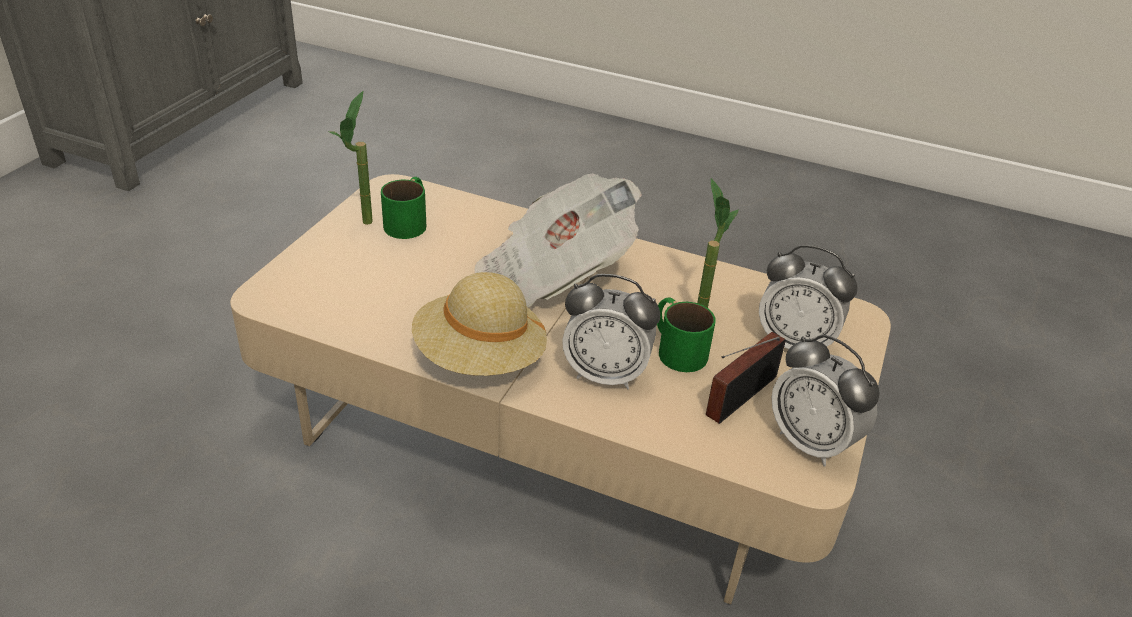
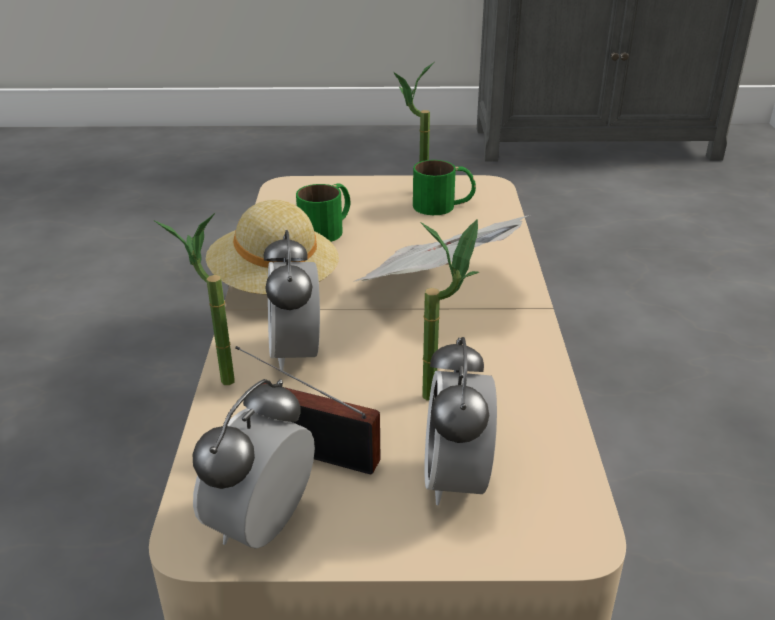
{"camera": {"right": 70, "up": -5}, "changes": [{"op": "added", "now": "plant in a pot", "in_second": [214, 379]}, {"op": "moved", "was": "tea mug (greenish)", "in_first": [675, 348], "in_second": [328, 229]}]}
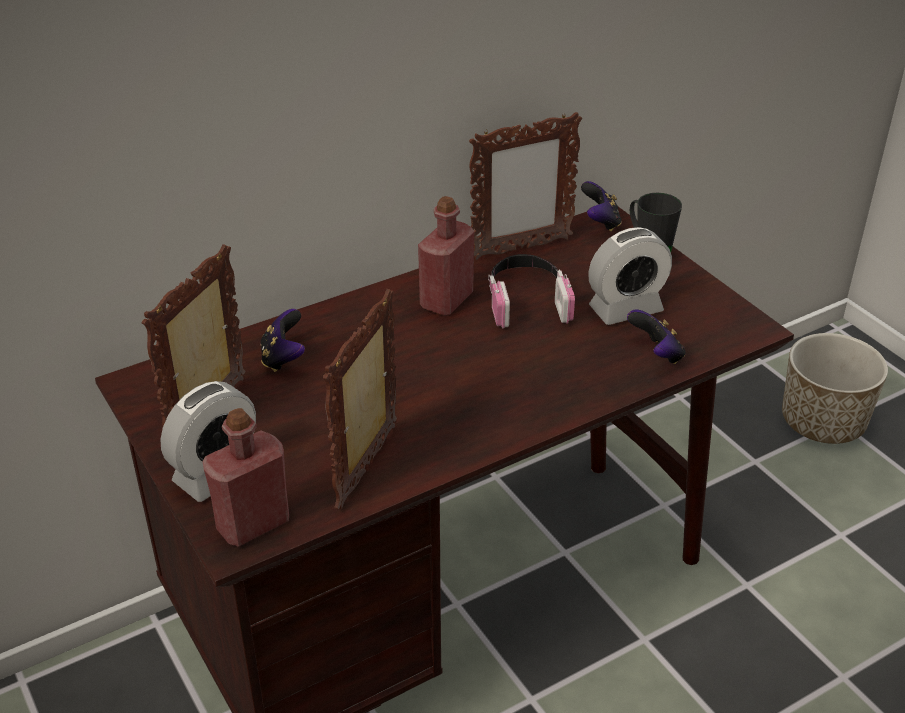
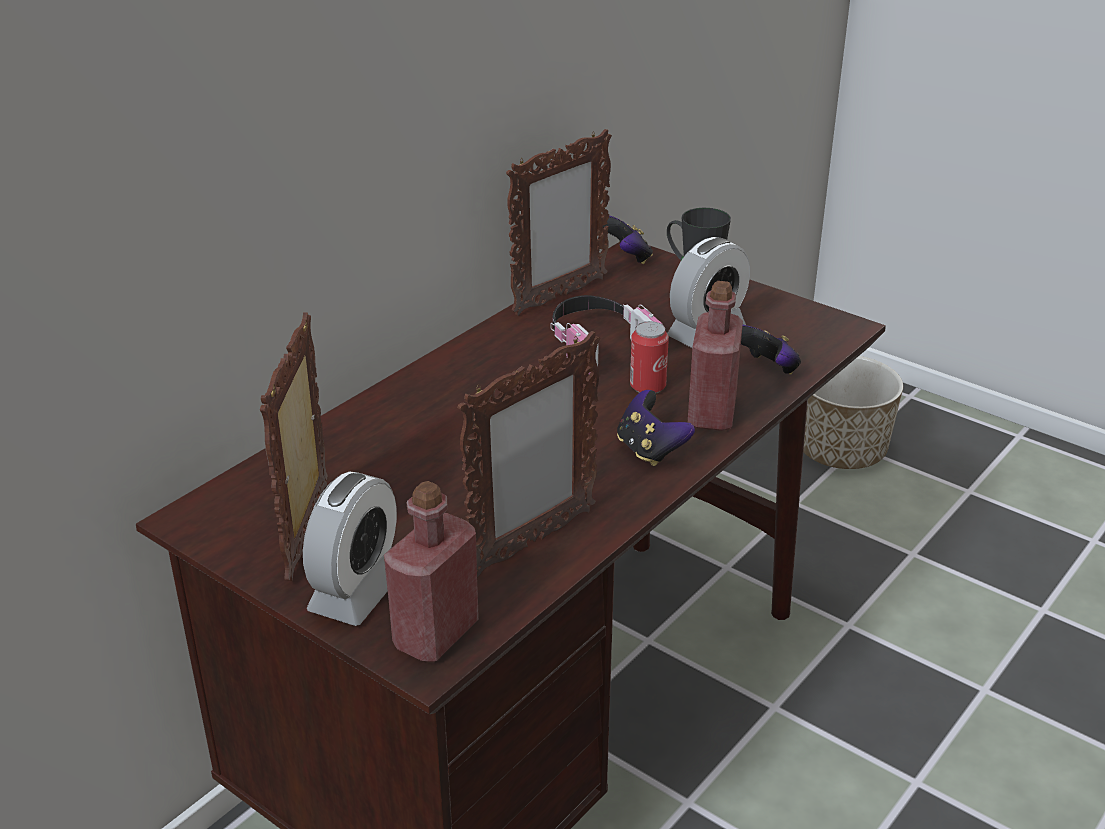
{"camera": {"right": -20, "up": -5}, "changes": [{"op": "added", "now": "can", "in_second": [647, 387]}, {"op": "moved", "was": "joypad", "in_first": [283, 358], "in_second": [650, 450]}, {"op": "moved", "was": "bottle (red)", "in_first": [446, 300], "in_second": [711, 413]}, {"op": "turned", "was": "photo frame", "in_first": [369, 466], "in_second": [532, 543], "clockwise": -135}]}
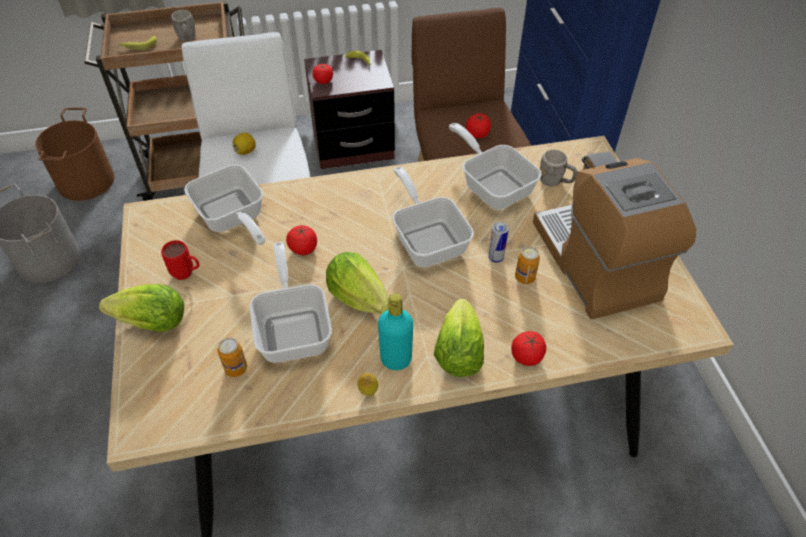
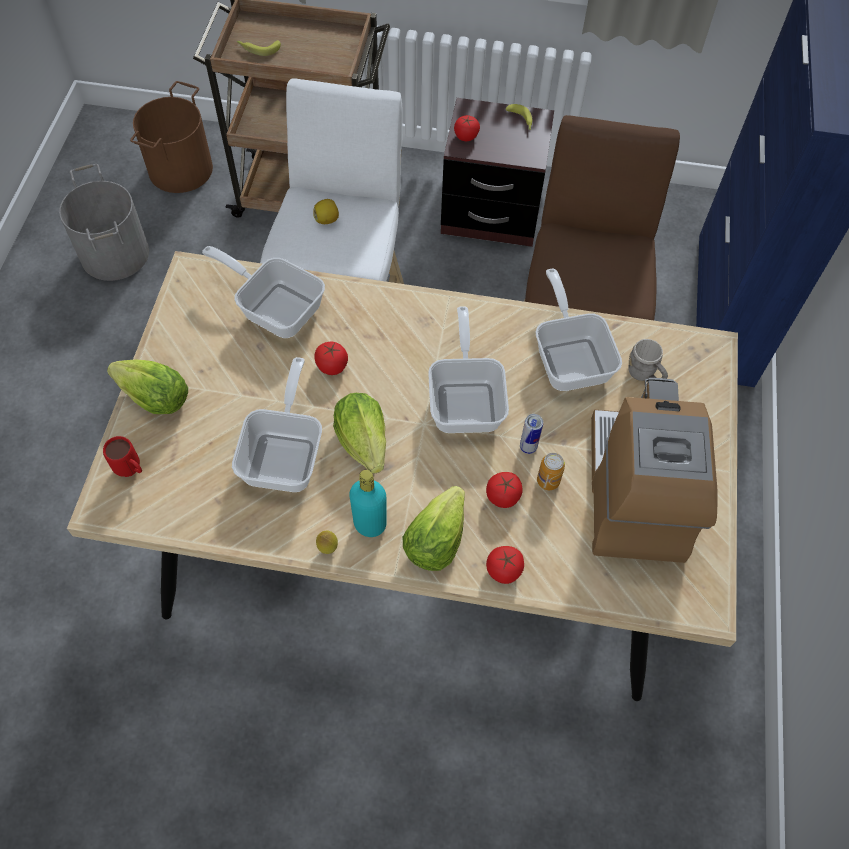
{"camera": {"right": 20, "up": 10}, "changes": [{"op": "removed", "was": "tea mug (grey)", "in_first": [187, 39]}, {"op": "removed", "was": "can", "in_first": [236, 368]}, {"op": "moved", "was": "tea mug (red)", "in_first": [187, 274], "in_second": [132, 471]}, {"op": "moved", "was": "whole tomato", "in_first": [477, 134], "in_second": [503, 496]}, {"op": "turned", "was": "frying pan", "in_first": [232, 219], "in_second": [275, 307], "clockwise": 135}]}
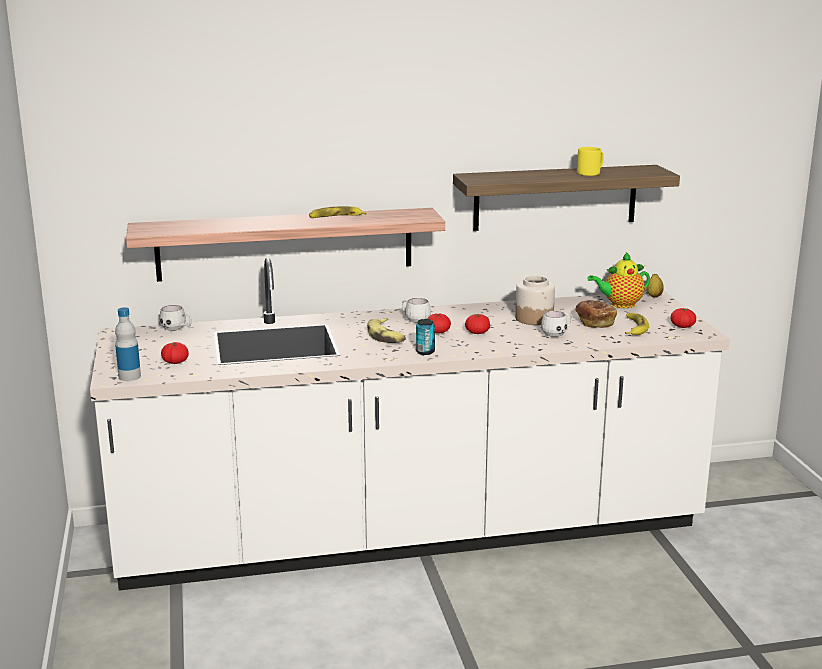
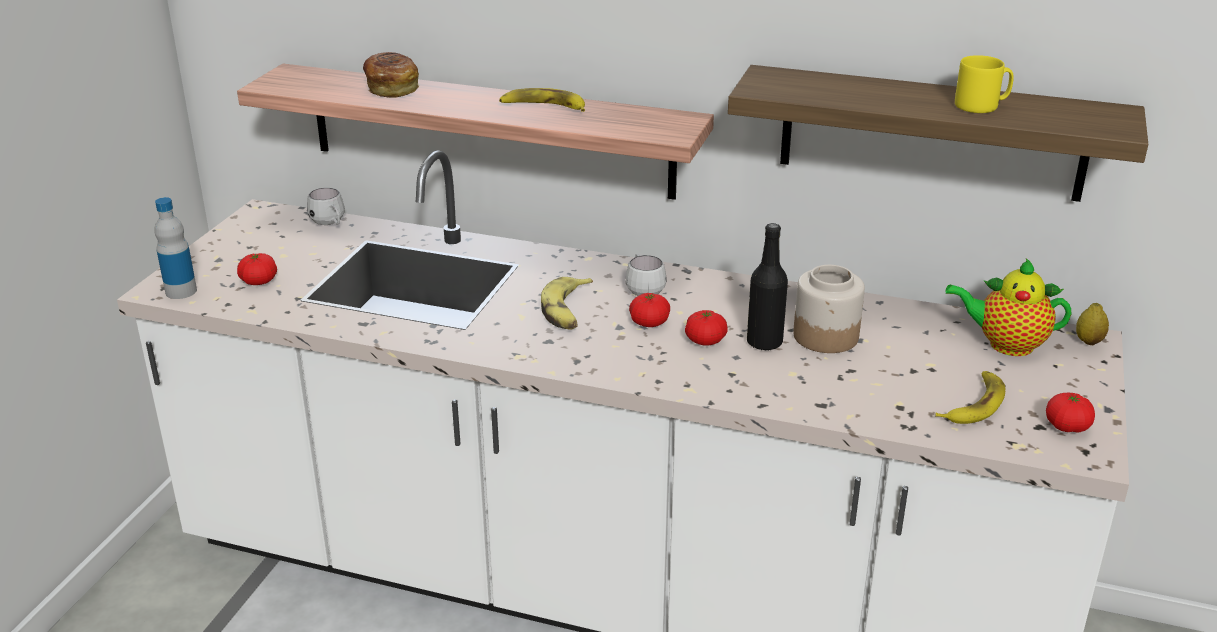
{"camera": {"right": 30, "up": 10}, "changes": [{"op": "removed", "was": "can", "in_first": [425, 352]}, {"op": "removed", "was": "tea mug (white-coloured)", "in_first": [557, 334]}, {"op": "added", "now": "bottle (black)", "in_second": [764, 342]}, {"op": "moved", "was": "bakery bread", "in_first": [594, 322], "in_second": [392, 88]}]}
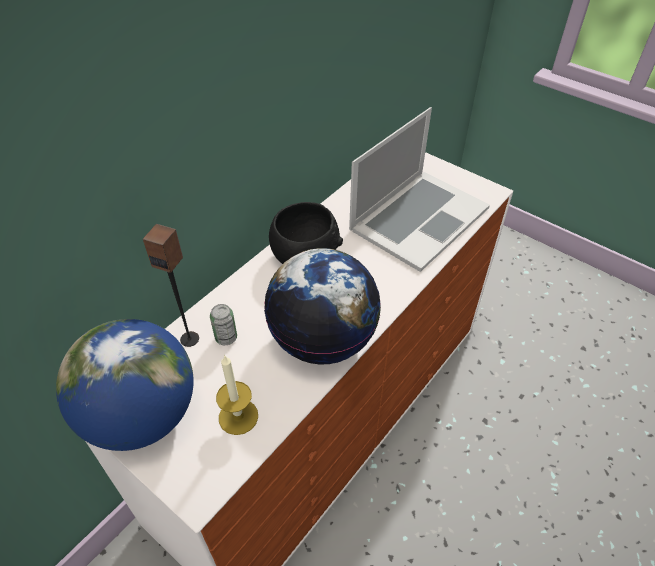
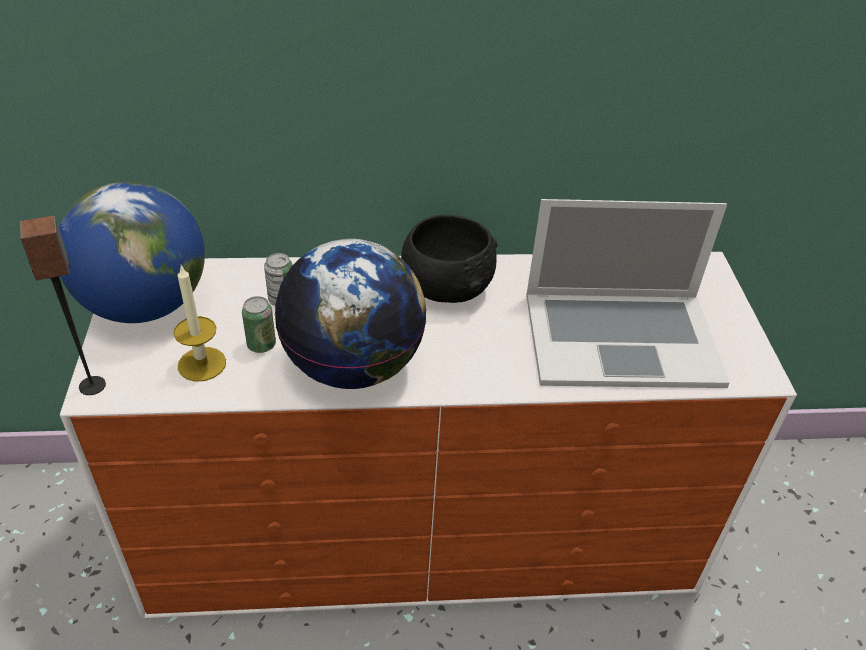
{"camera": {"right": 45, "up": -5}, "changes": [{"op": "added", "now": "can", "in_second": [261, 345]}, {"op": "moved", "was": "audio speaker", "in_first": [190, 338], "in_second": [93, 385]}]}
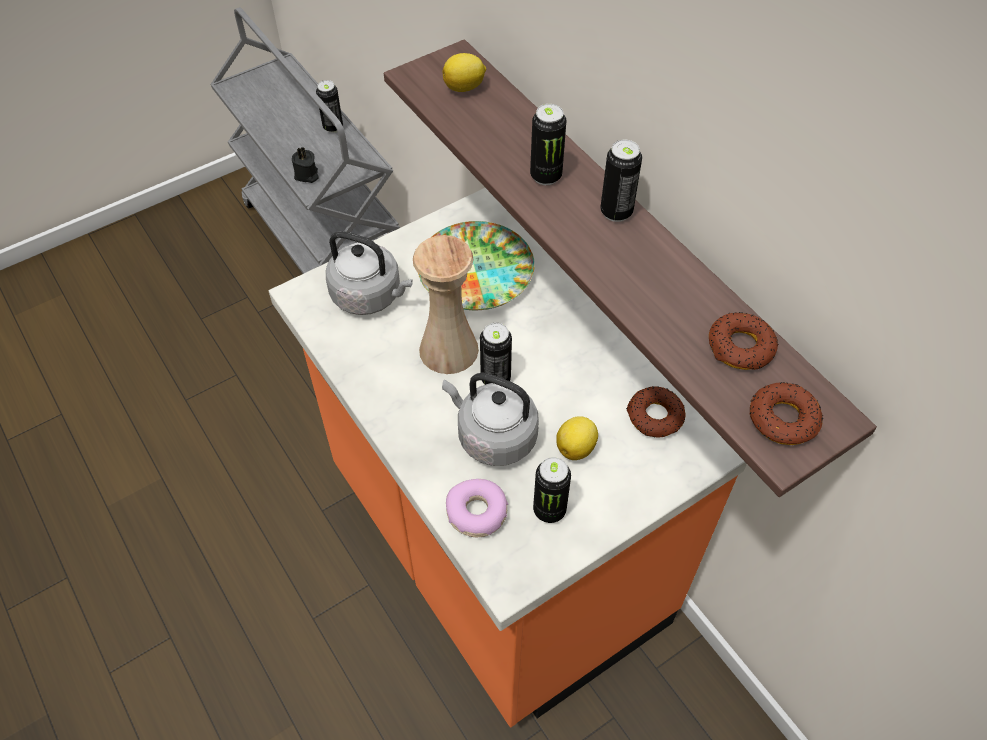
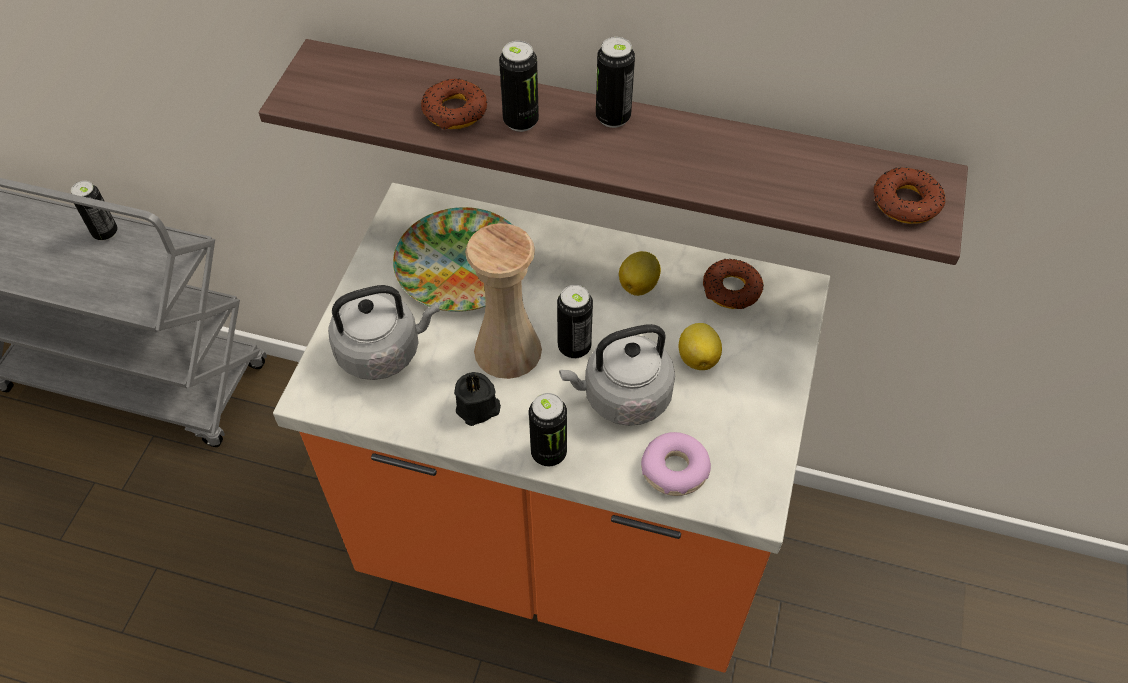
{"camera": {"right": -40, "up": 0}, "changes": [{"op": "moved", "was": "wax light (black)", "in_first": [306, 175], "in_second": [478, 409]}, {"op": "moved", "was": "whole lemon", "in_first": [465, 87], "in_second": [639, 285]}, {"op": "moved", "was": "can", "in_first": [549, 510], "in_second": [548, 453]}, {"op": "moved", "was": "donut", "in_first": [740, 347], "in_second": [455, 111]}]}
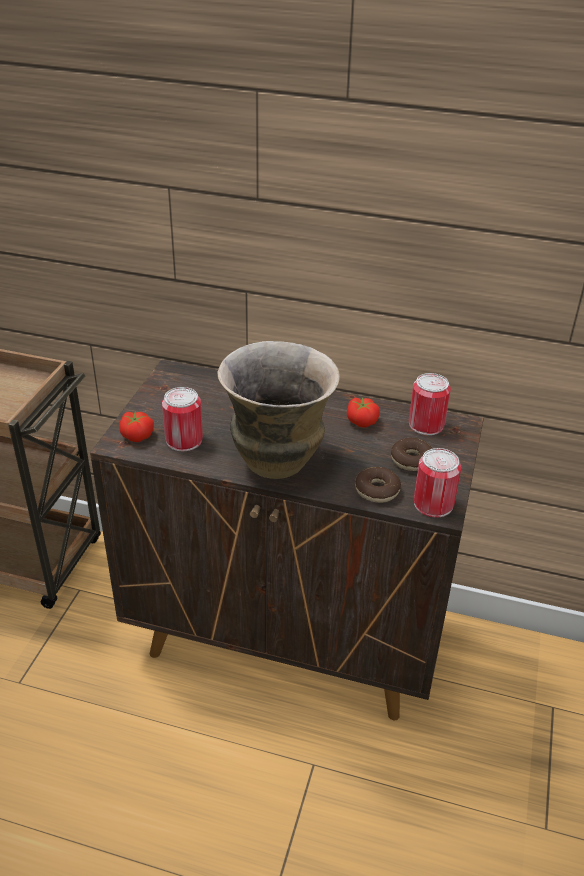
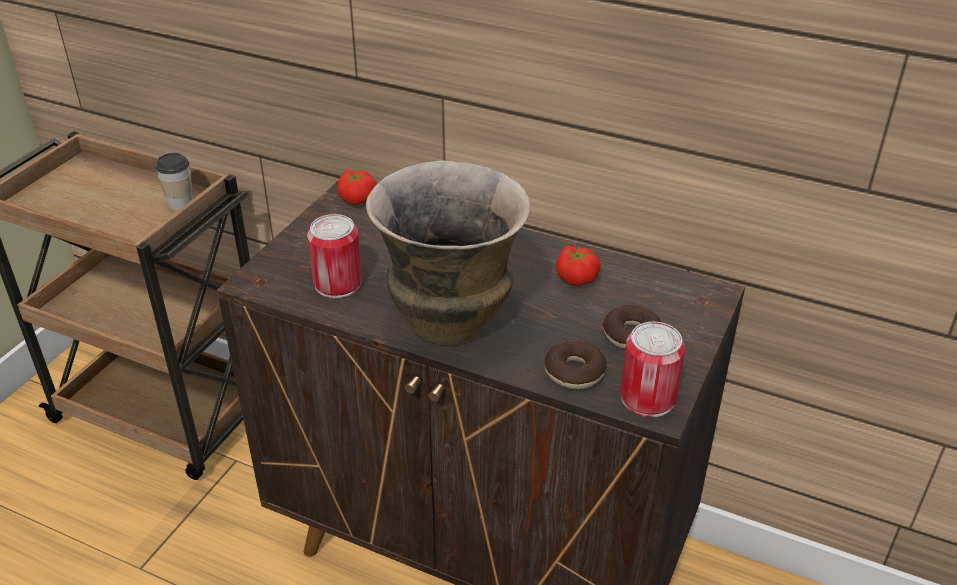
{"camera": {"right": 10, "up": 0}, "changes": [{"op": "removed", "was": "can", "in_first": [426, 424]}, {"op": "added", "now": "drinking cup", "in_second": [181, 204]}, {"op": "moved", "was": "whole tomato", "in_first": [137, 435], "in_second": [357, 198]}]}
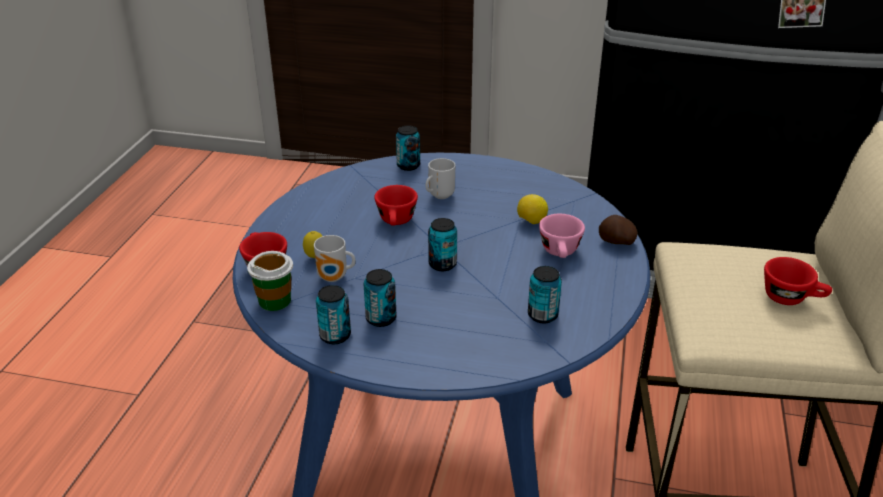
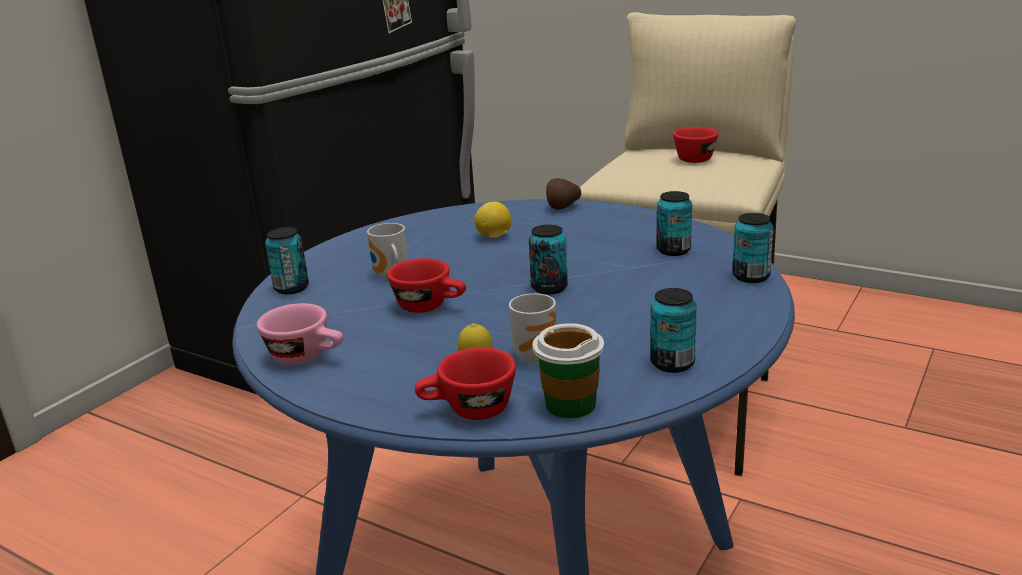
{"camera": {"right": -70, "up": -10}, "changes": [{"op": "moved", "was": "can", "in_first": [381, 318], "in_second": [751, 276]}, {"op": "moved", "was": "drinking cup (pinkish)", "in_first": [560, 253], "in_second": [308, 357]}]}
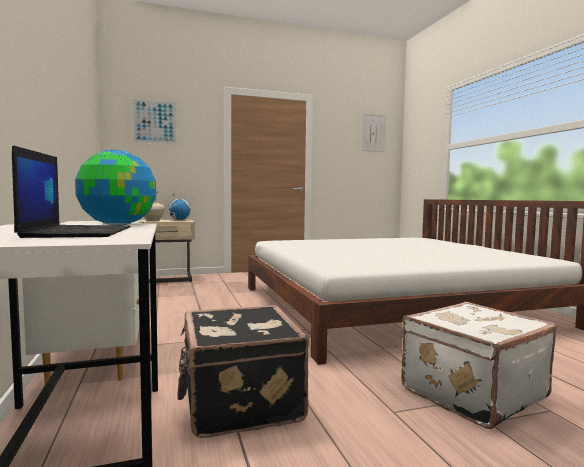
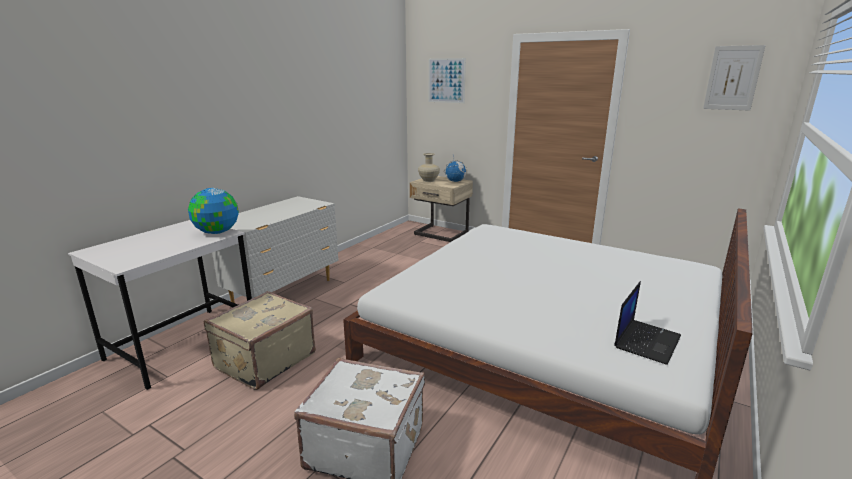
{"camera": {"right": 50, "up": 15}, "changes": [{"op": "moved", "was": "portable computer", "in_first": [79, 232], "in_second": [646, 341]}, {"op": "recoloured", "was": "suitcase (black)", "now": "suitcase (sand-coloured)", "in_first": [238, 401], "in_second": [263, 360]}]}
